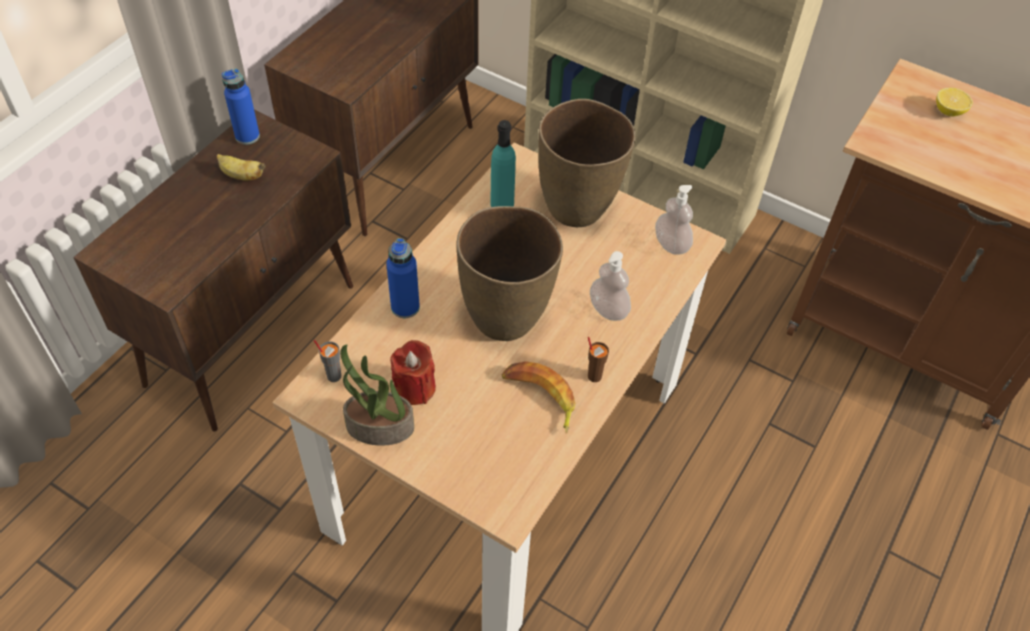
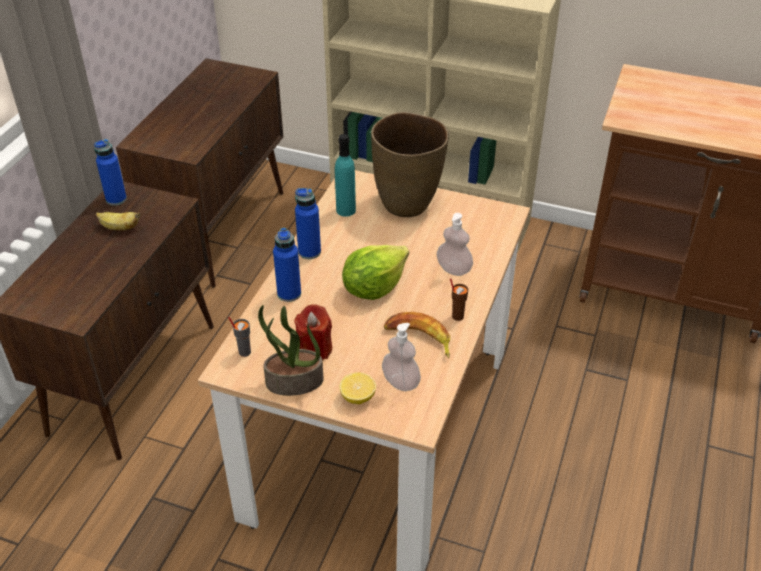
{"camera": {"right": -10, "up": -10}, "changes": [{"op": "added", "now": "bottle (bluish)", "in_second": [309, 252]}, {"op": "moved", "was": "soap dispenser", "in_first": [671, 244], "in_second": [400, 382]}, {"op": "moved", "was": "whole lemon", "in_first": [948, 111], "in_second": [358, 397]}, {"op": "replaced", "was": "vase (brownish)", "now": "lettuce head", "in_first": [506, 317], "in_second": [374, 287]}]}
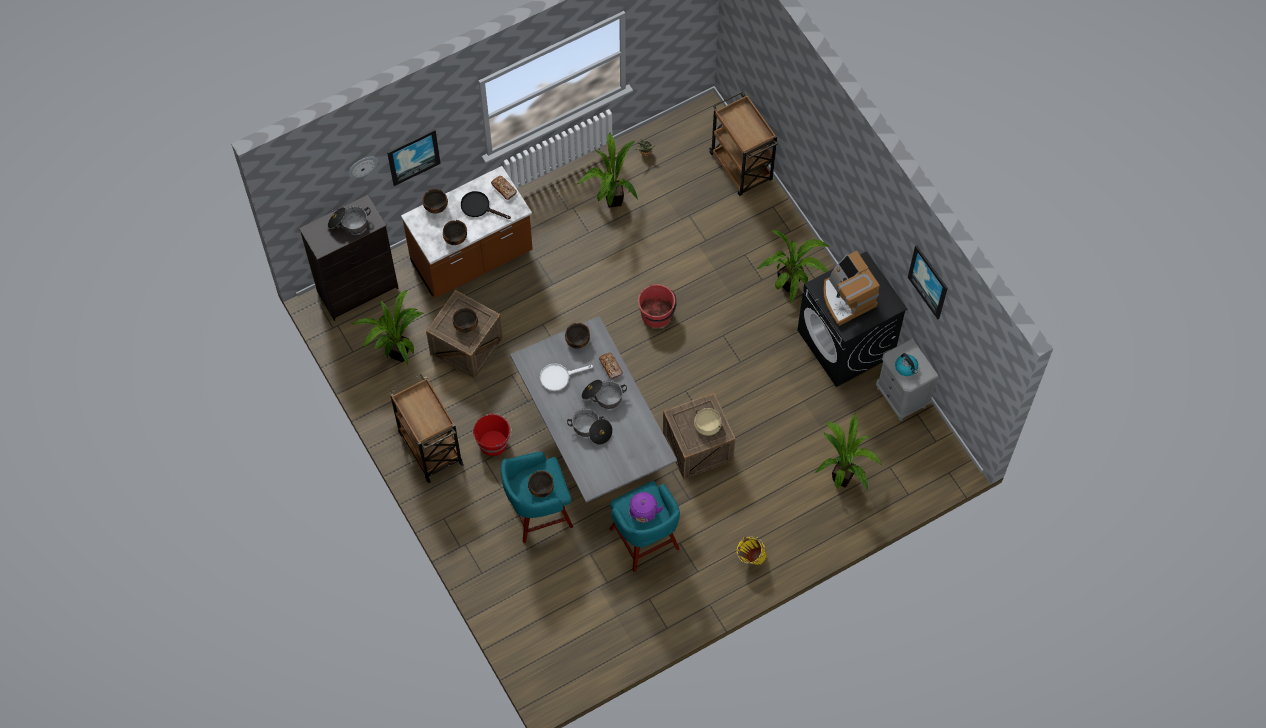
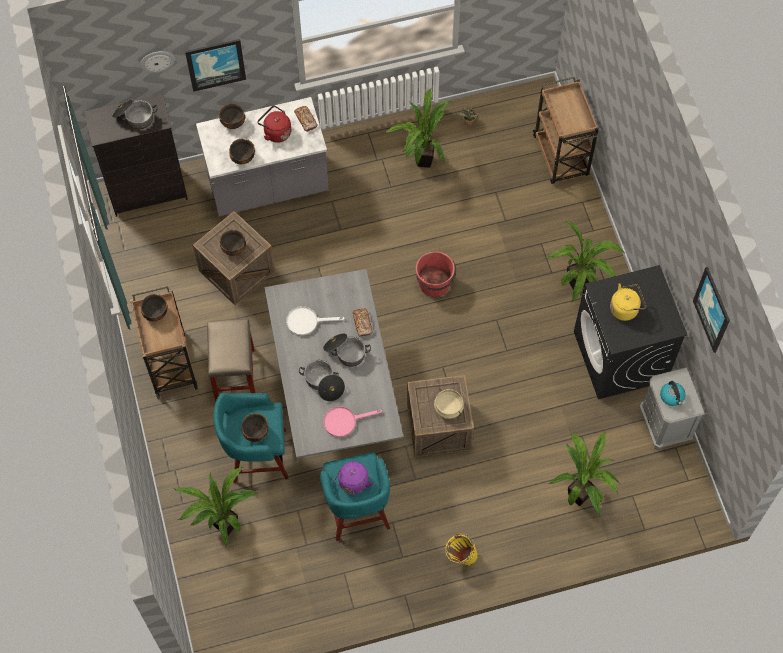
{"camera": {"right": 15, "up": 0}, "changes": [{"op": "added", "now": "frying pan (pinkish)", "in_second": [344, 421]}, {"op": "moved", "was": "plant in a pot", "in_first": [396, 353], "in_second": [223, 524]}, {"op": "moved", "was": "bowl", "in_first": [577, 340], "in_second": [155, 313]}, {"op": "replaced", "was": "frying pan (black)", "now": "water kettle (red)", "in_first": [479, 207], "in_second": [276, 132]}, {"op": "replaced", "was": "bucket (red)", "now": "stool seat (sand-coloured)", "in_first": [494, 443], "in_second": [234, 373]}, {"op": "replaced", "was": "coffee machine", "now": "water kettle (yellow)", "in_first": [846, 298], "in_second": [625, 308]}, {"op": "recoloured", "was": "counter (brownish)", "now": "counter (grey)", "in_first": [472, 259], "in_second": [268, 187]}]}
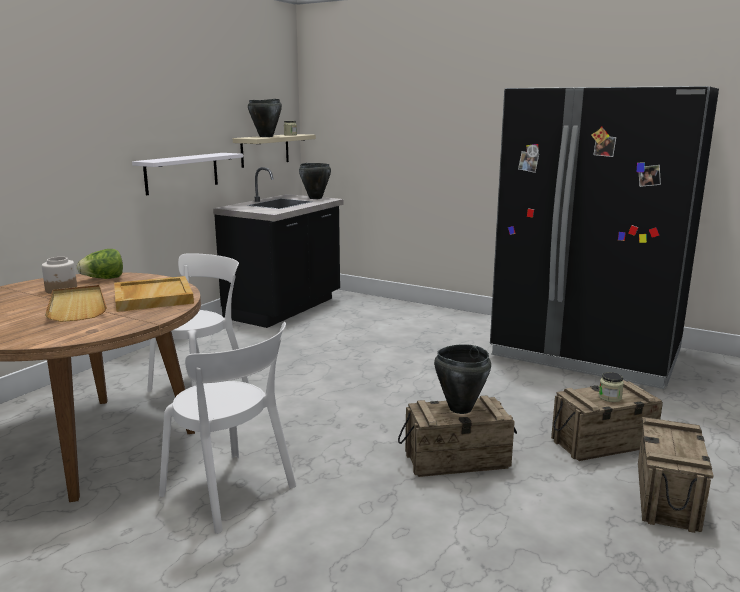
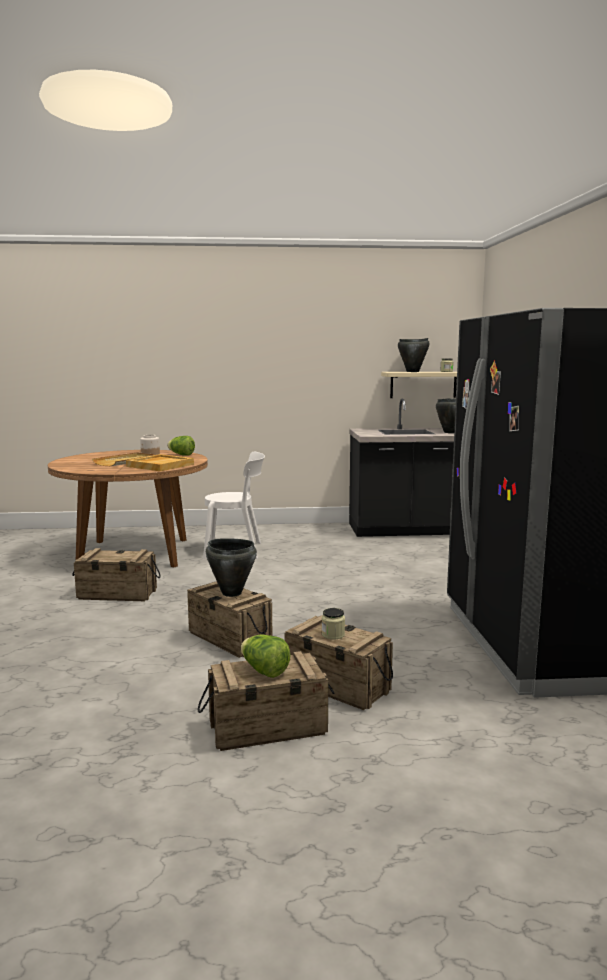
{"camera": {"right": 55, "up": -5}, "changes": [{"op": "removed", "was": "bracket shelf (white-coloured)", "in_first": [182, 173]}, {"op": "added", "now": "lettuce head", "in_second": [264, 671]}, {"op": "replaced", "was": "upright chair (white-coloured)", "now": "packing crate", "in_first": [232, 493], "in_second": [117, 594]}]}
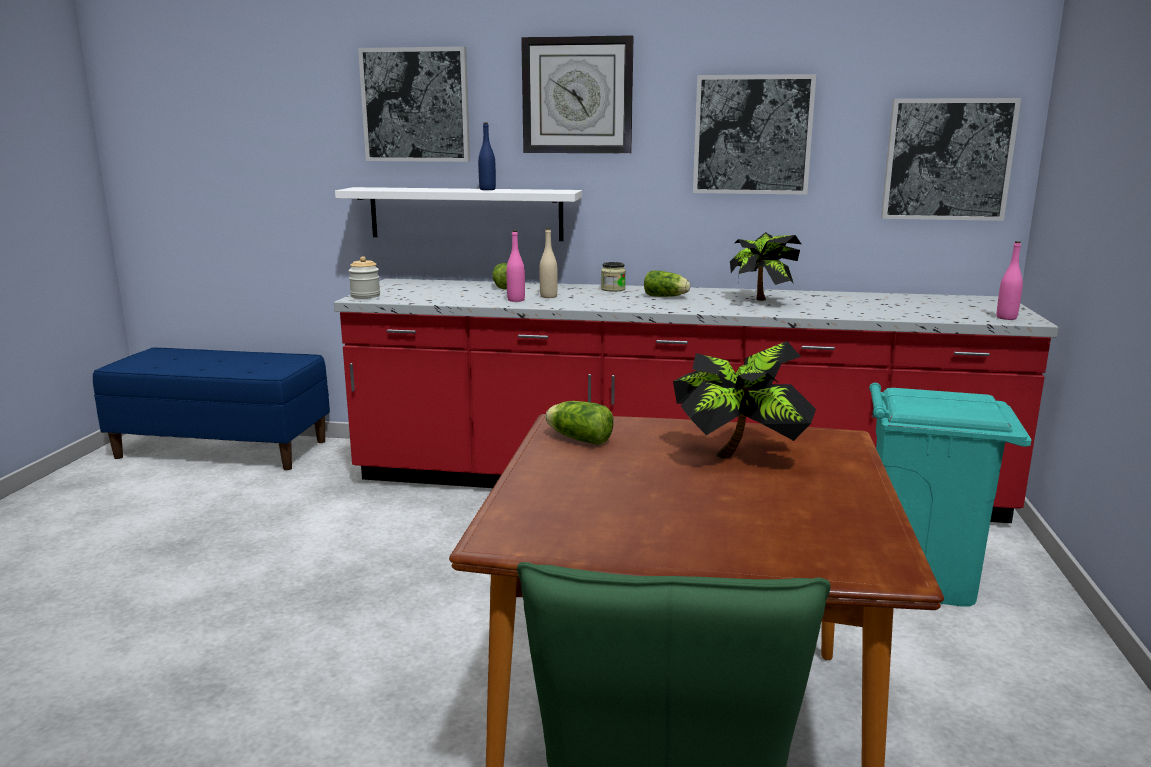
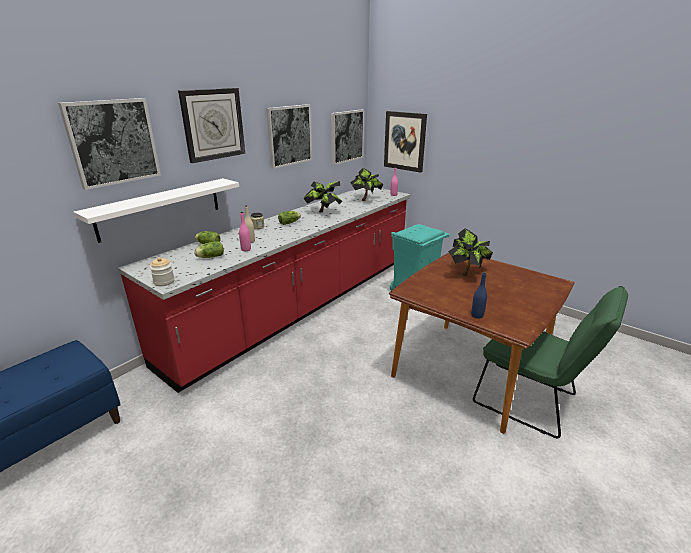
{"camera": {"right": -60, "up": 10}, "changes": [{"op": "added", "now": "plant in a pot", "in_second": [366, 199]}, {"op": "added", "now": "wall art", "in_second": [404, 141]}, {"op": "moved", "was": "bottle (bluish)", "in_first": [487, 189], "in_second": [477, 315]}, {"op": "moved", "was": "lettuce head", "in_first": [577, 438], "in_second": [210, 257]}]}
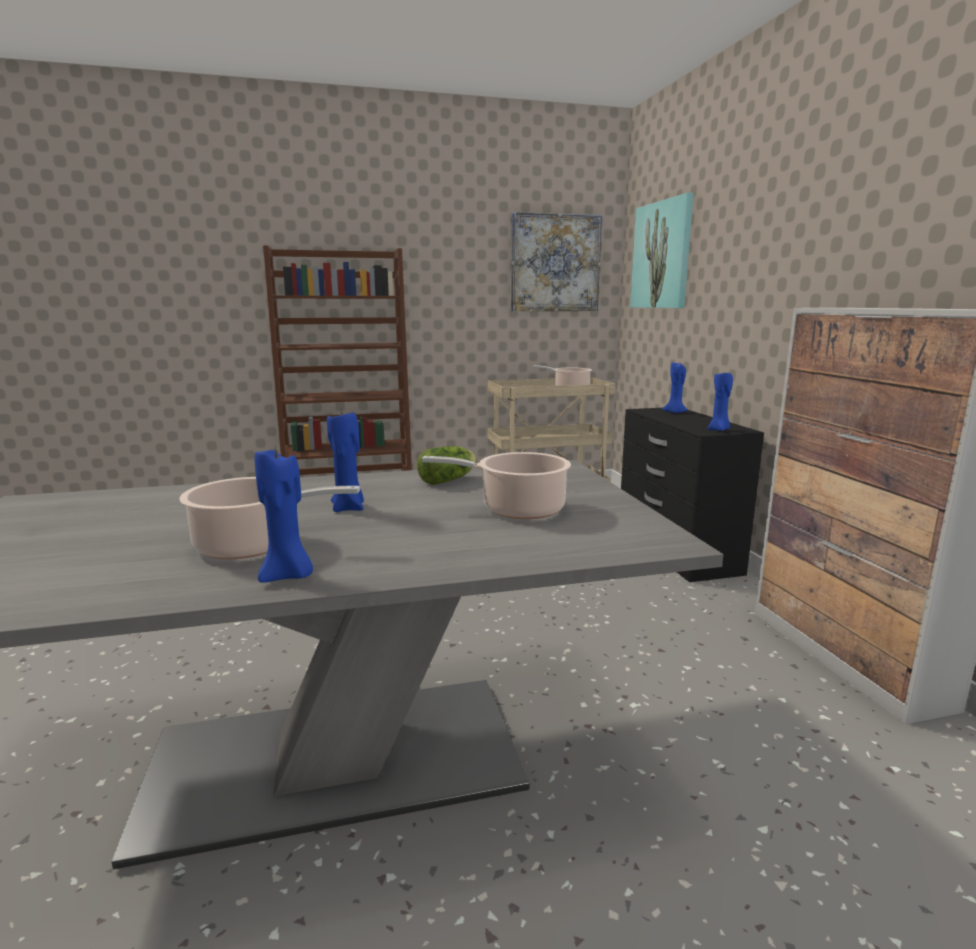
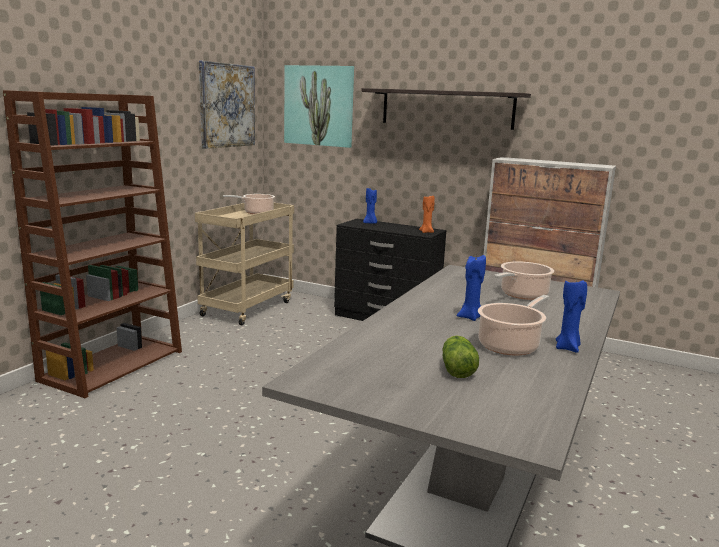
{"camera": {"right": -50, "up": 0}, "changes": [{"op": "added", "now": "bracket shelf", "in_second": [446, 108]}, {"op": "moved", "was": "lettuce head", "in_first": [449, 480], "in_second": [457, 368]}, {"op": "recoloured", "was": "wax light (bluish)", "now": "wax light (orange-coloured)", "in_first": [719, 430], "in_second": [426, 232]}]}
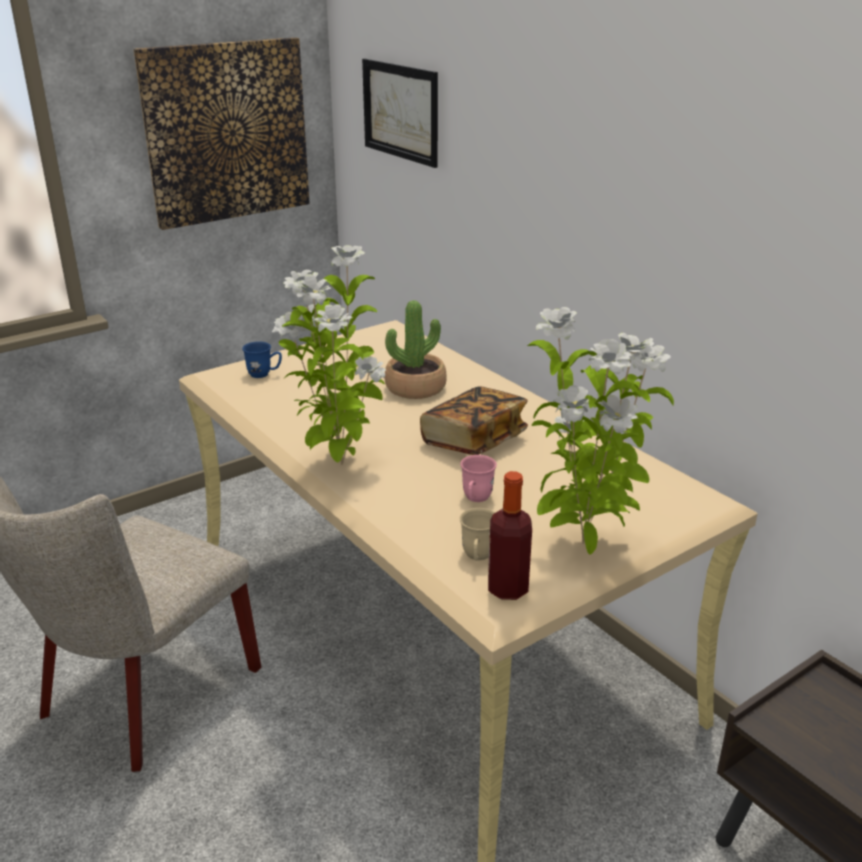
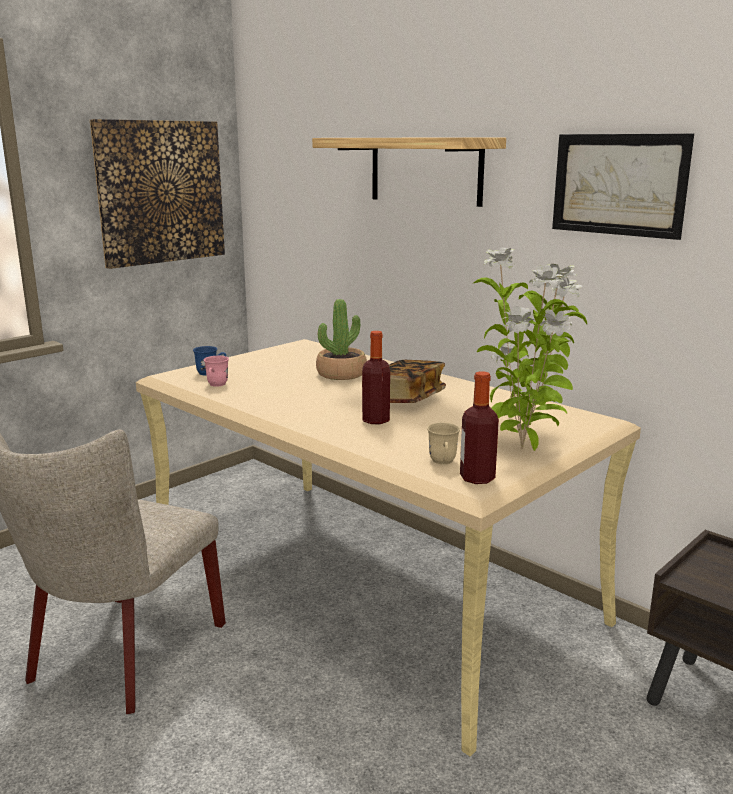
{"camera": {"right": -10, "up": -10}, "changes": [{"op": "removed", "was": "plant in a pot", "in_first": [338, 464]}, {"op": "added", "now": "bracket shelf", "in_second": [425, 170]}, {"op": "added", "now": "bottle", "in_second": [376, 420]}, {"op": "moved", "was": "wall art", "in_first": [400, 111], "in_second": [618, 184]}, {"op": "moved", "was": "tea mug (pinkish)", "in_first": [475, 499], "in_second": [216, 385]}]}
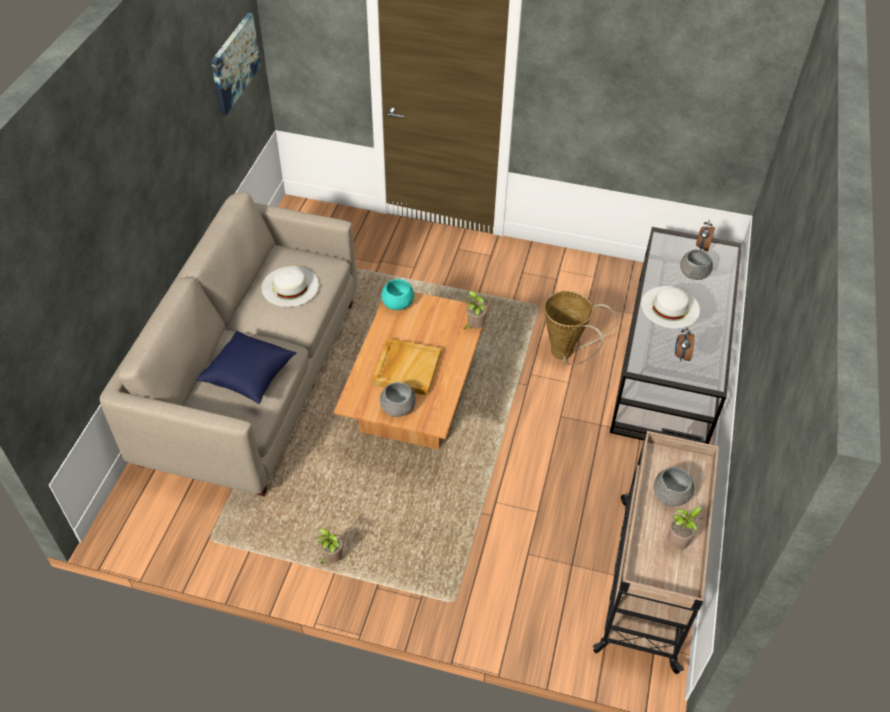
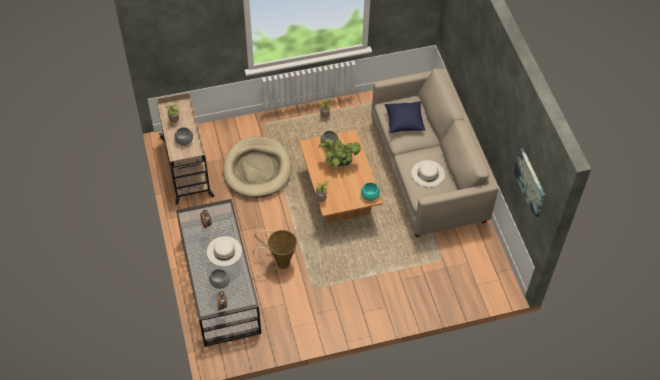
{"camera": {"right": 150, "up": 5}, "changes": [{"op": "added", "now": "dog cushion (sand-coloured)", "in_second": [257, 169]}, {"op": "replaced", "was": "carrying tray (sand-coloured)", "now": "plant in a pot", "in_first": [406, 368], "in_second": [339, 163]}]}
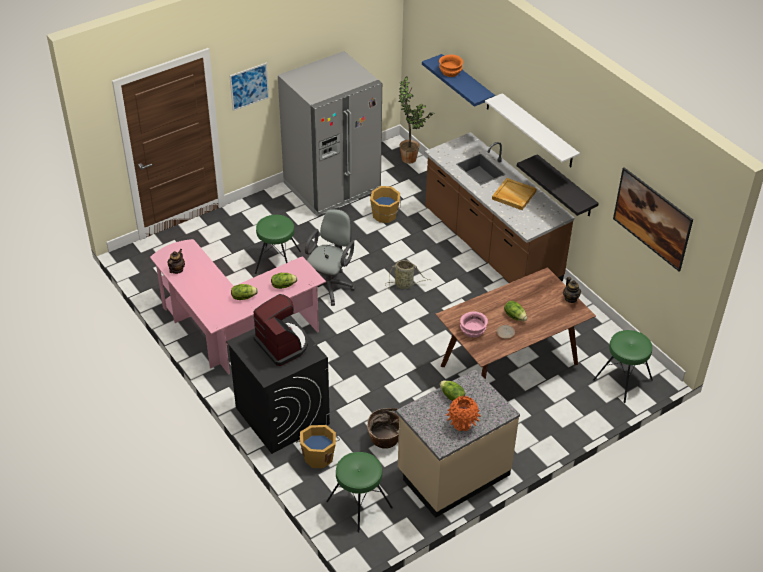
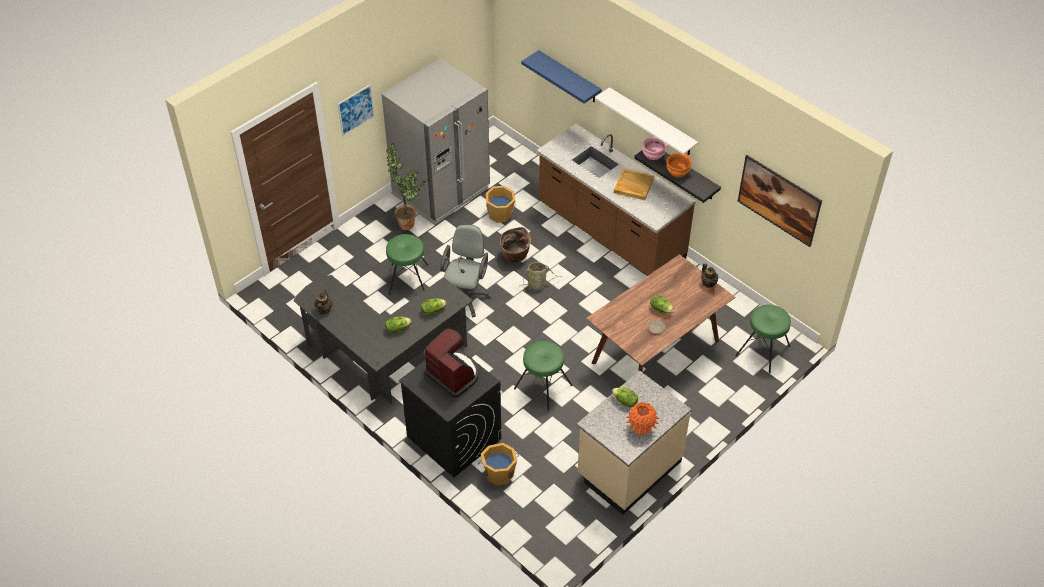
{"camera": {"right": -10, "up": 5}, "changes": [{"op": "moved", "was": "stool seat (greenish)", "in_first": [359, 505], "in_second": [542, 387]}, {"op": "moved", "was": "storage basket", "in_first": [385, 440], "in_second": [515, 256]}, {"op": "moved", "was": "plant in a pot", "in_first": [410, 160], "in_second": [408, 225]}, {"op": "moved", "was": "bowl (orange-coloured)", "in_first": [450, 72], "in_second": [678, 171]}, {"op": "moved", "was": "bowl (pinkish)", "in_first": [472, 331], "in_second": [653, 155]}, {"op": "recoloured", "was": "desk table (pinkish)", "now": "desk table (black)", "in_first": [232, 332], "in_second": [383, 360]}]}
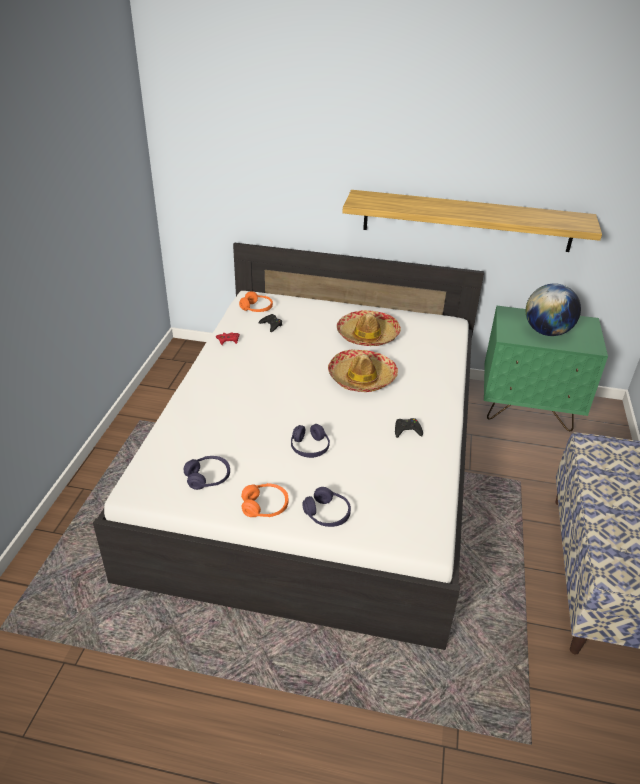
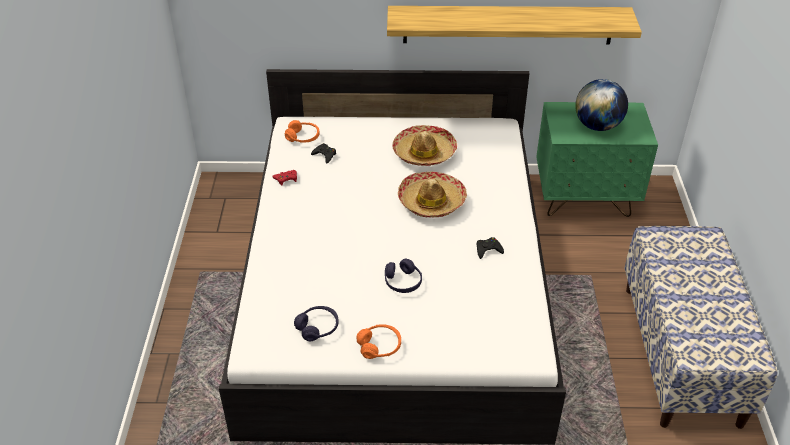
{"camera": {"right": -10, "up": 5}, "changes": [{"op": "removed", "was": "headphones (purple-coloured)", "in_first": [327, 514]}]}
